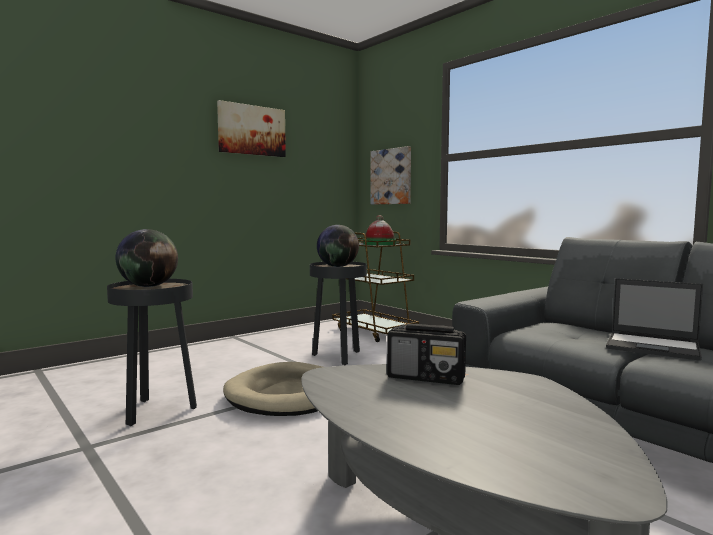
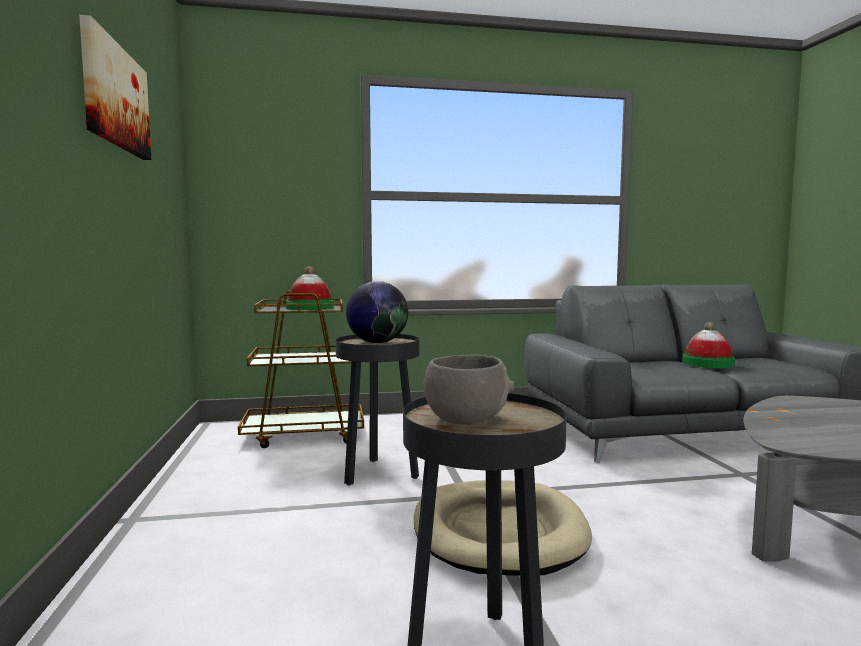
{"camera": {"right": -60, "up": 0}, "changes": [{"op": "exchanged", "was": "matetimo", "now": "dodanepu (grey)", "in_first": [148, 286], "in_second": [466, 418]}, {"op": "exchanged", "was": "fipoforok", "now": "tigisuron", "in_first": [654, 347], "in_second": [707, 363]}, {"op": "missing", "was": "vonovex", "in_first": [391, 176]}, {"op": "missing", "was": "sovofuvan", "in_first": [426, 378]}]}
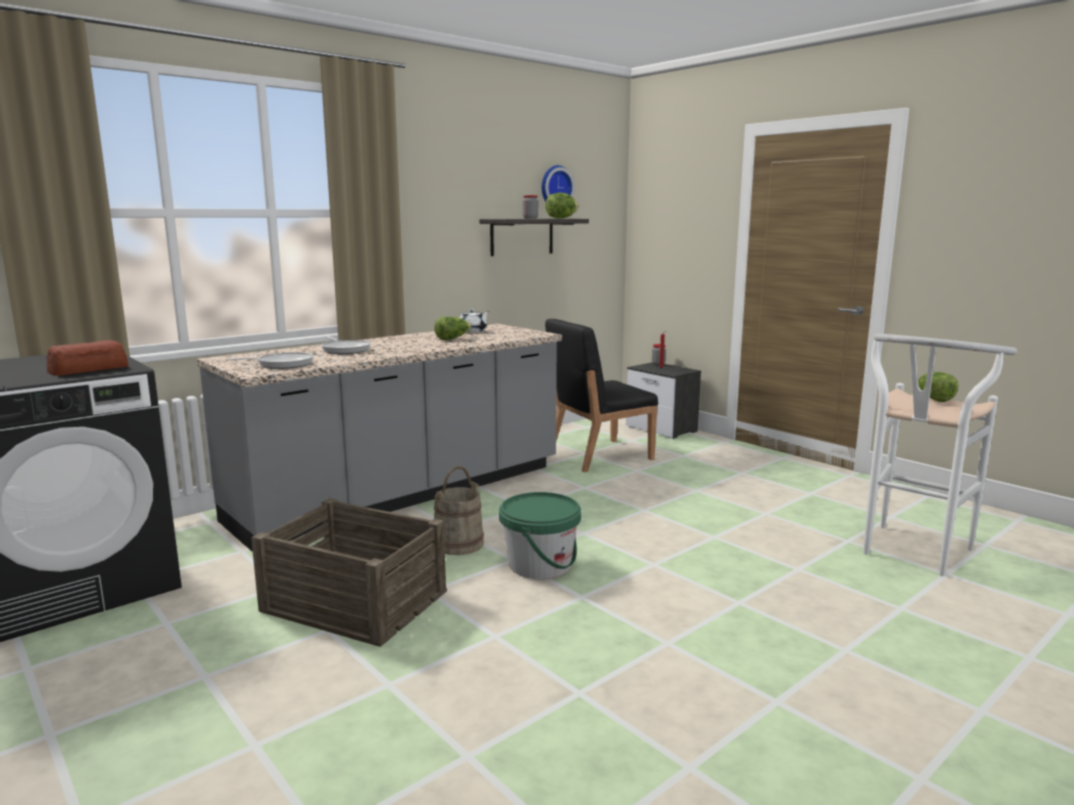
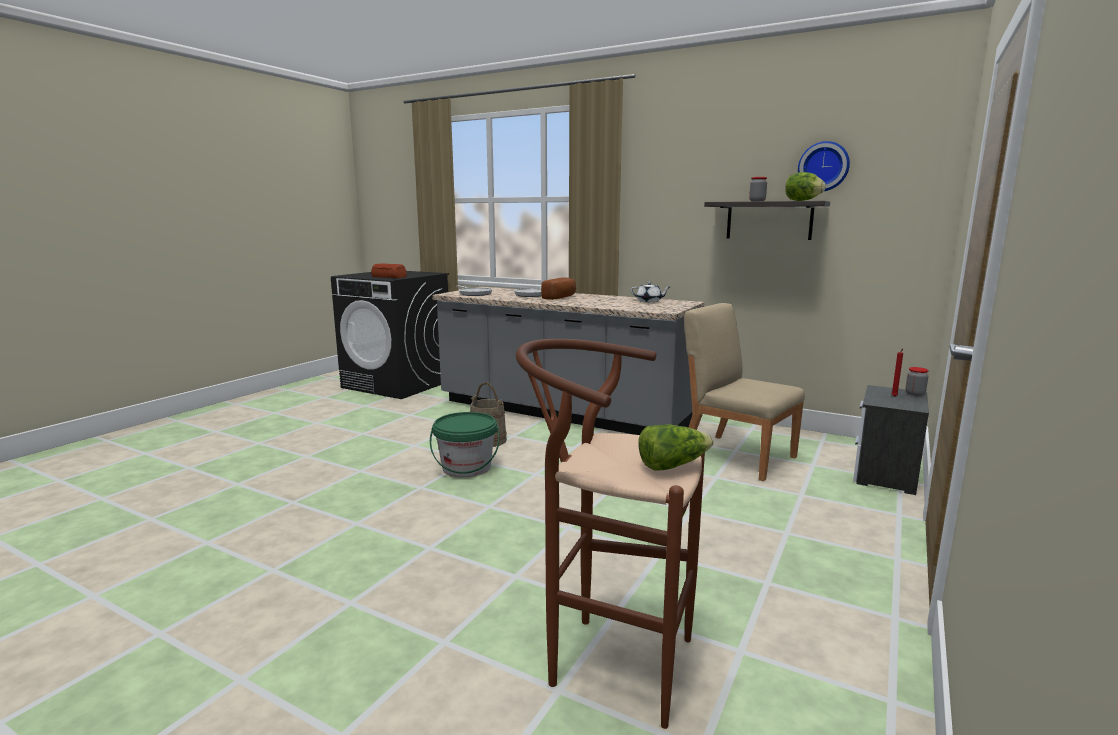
{"camera": {"right": 70, "up": 0}, "changes": [{"op": "colour", "was": "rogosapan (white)", "now": "rogosapan (brown)", "in_first": [910, 554], "in_second": [607, 660]}, {"op": "appeared", "now": "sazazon", "in_second": [561, 297]}, {"op": "colour", "was": "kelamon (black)", "now": "kelamon (beige)", "in_first": [598, 455], "in_second": [736, 456]}, {"op": "missing", "was": "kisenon", "in_first": [354, 602]}, {"op": "missing", "was": "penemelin", "in_first": [453, 338]}]}
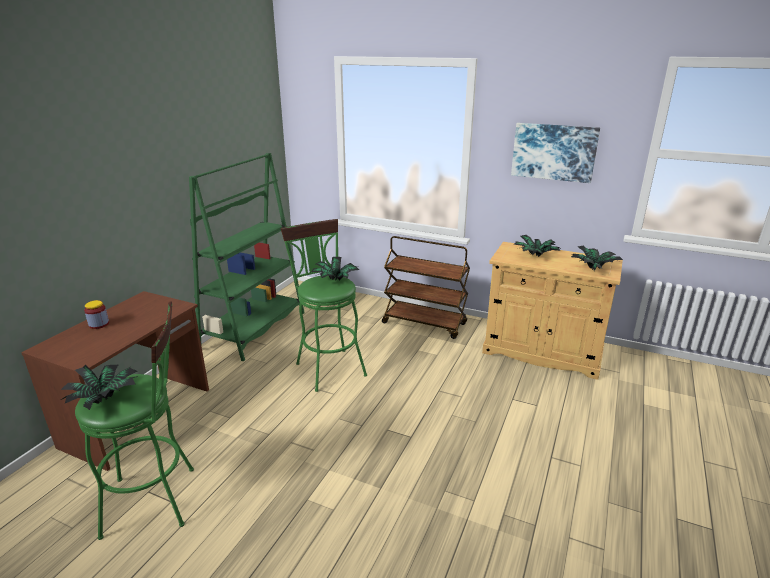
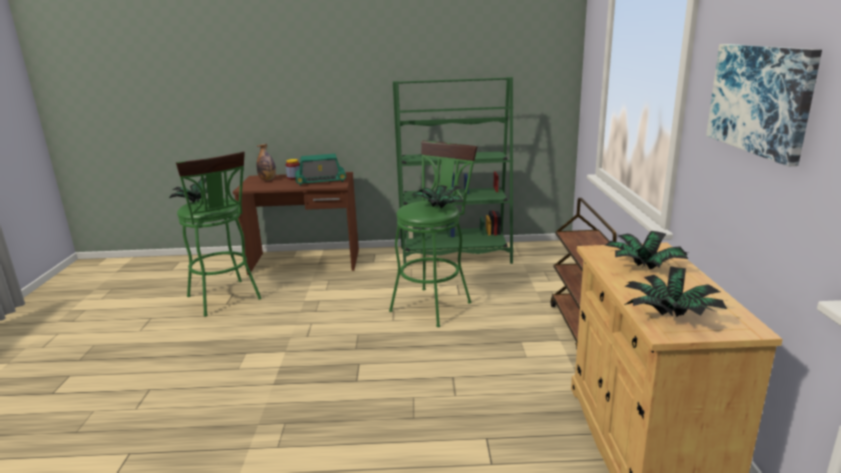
{"camera": {"right": 65, "up": -5}, "changes": [{"op": "appeared", "now": "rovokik", "in_second": [268, 180]}, {"op": "appeared", "now": "sovofuvan", "in_second": [321, 181]}]}
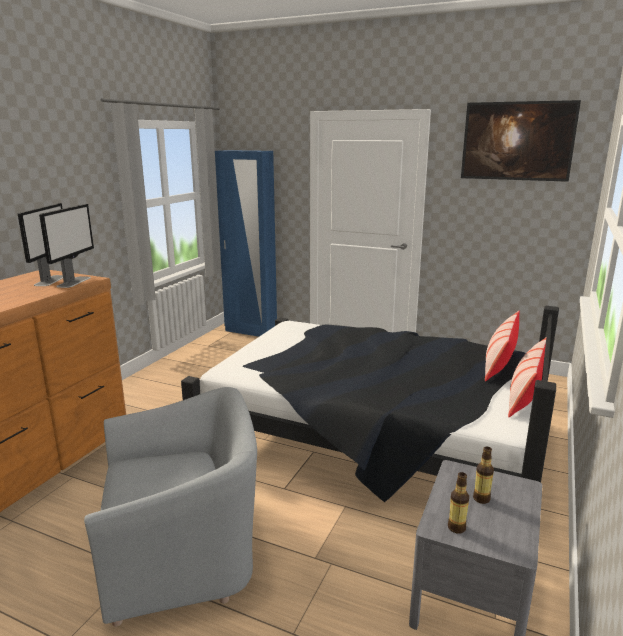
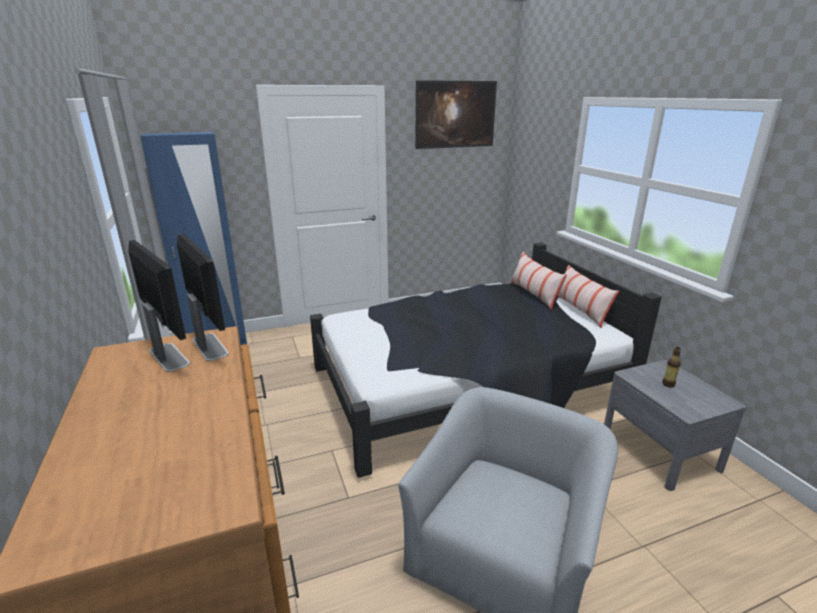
{"camera": {"right": -45, "up": 5}, "changes": [{"op": "missing", "was": "rovokik", "in_first": [456, 527]}]}
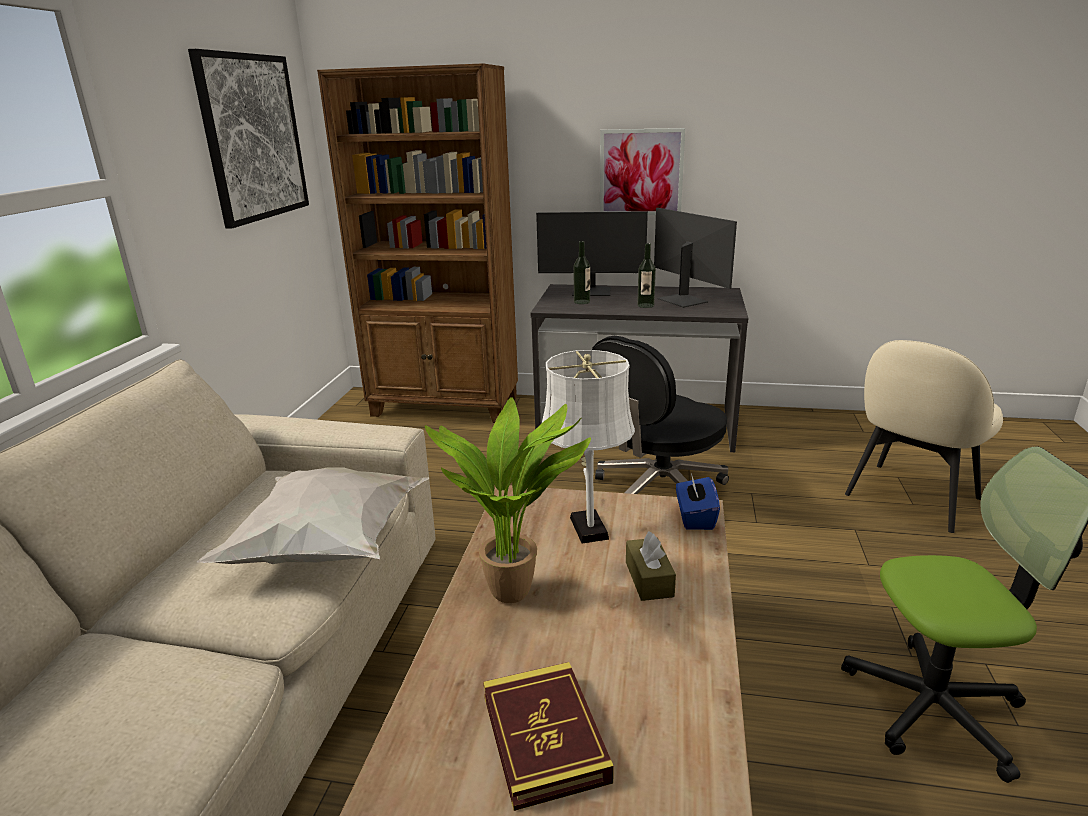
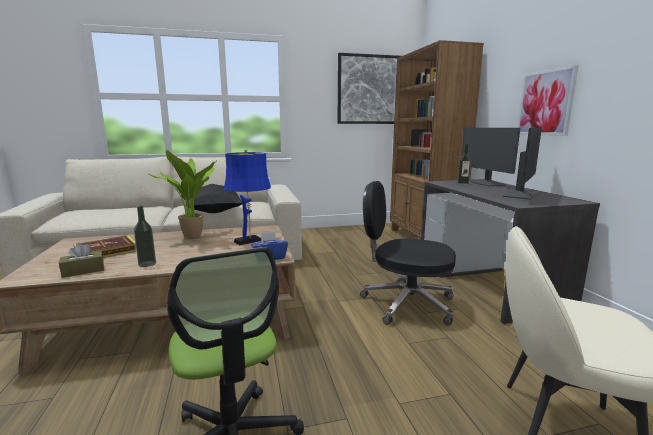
{"camera": {"right": 65, "up": -10}, "changes": [{"op": "relocated", "was": "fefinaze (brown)", "in_first": [649, 579], "in_second": [83, 271]}, {"op": "relocated", "was": "rovokik", "in_first": [645, 305], "in_second": [147, 264]}, {"op": "colour", "was": "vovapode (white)", "now": "vovapode (black)", "in_first": [331, 548], "in_second": [213, 213]}, {"op": "colour", "was": "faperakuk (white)", "now": "faperakuk (blue)", "in_first": [587, 525], "in_second": [250, 241]}]}
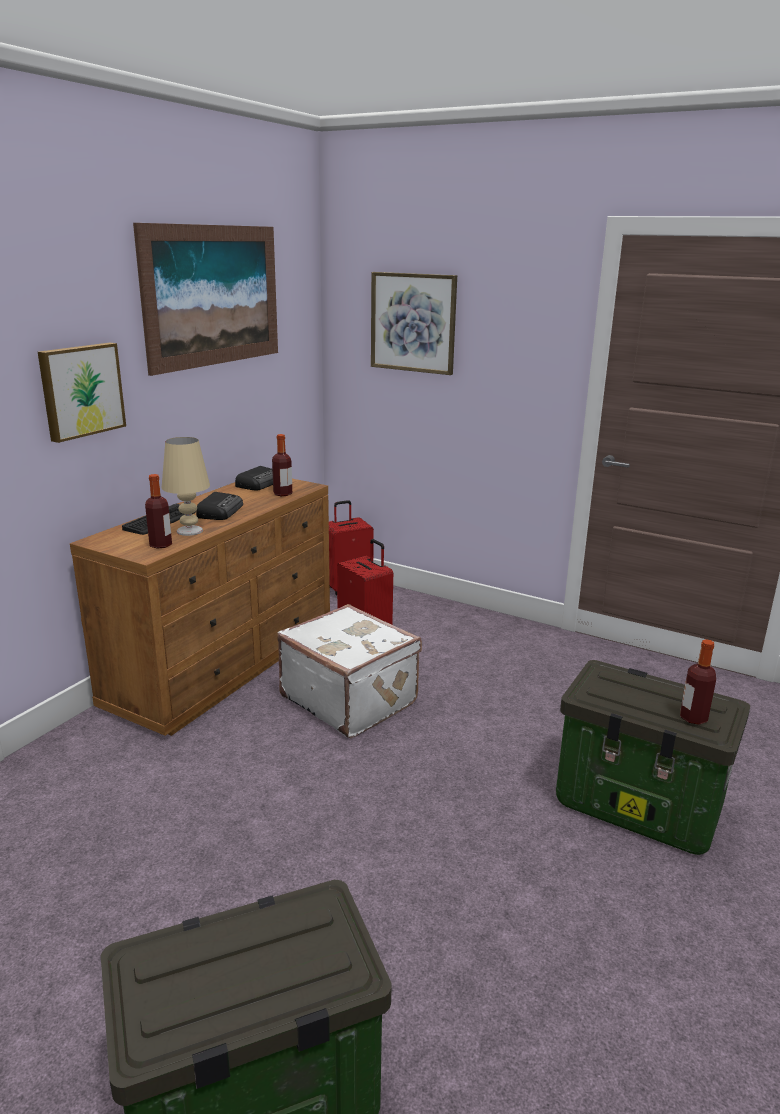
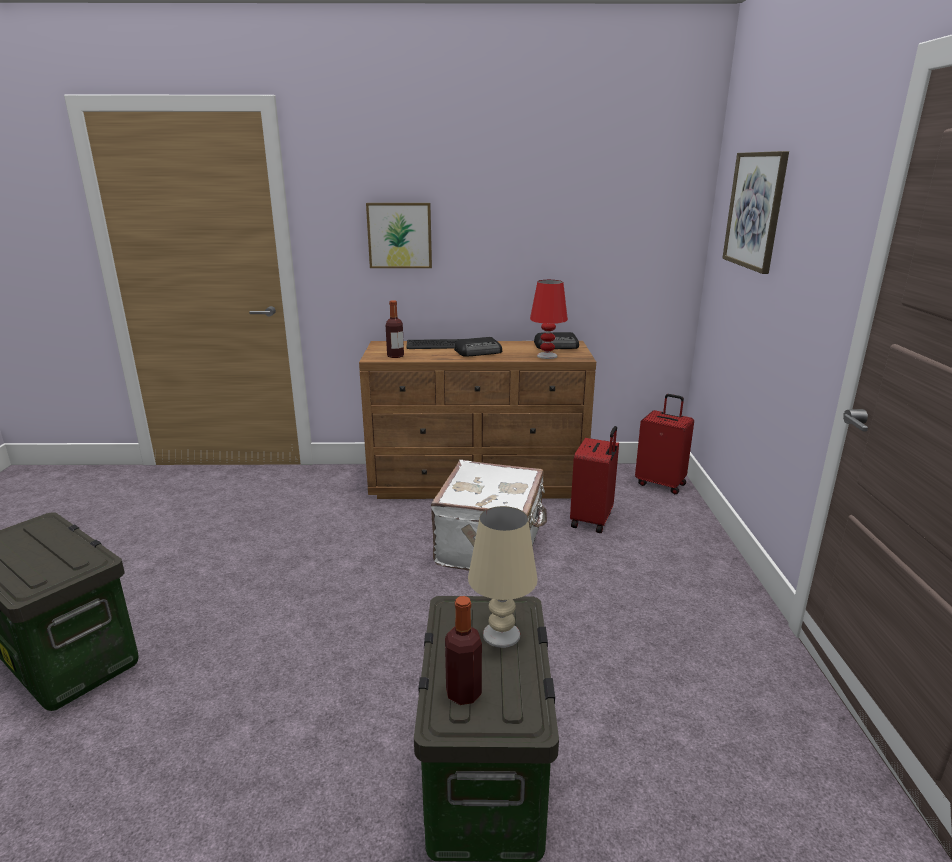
{"camera": {"right": 60, "up": 0}, "changes": [{"op": "relocated", "was": "faperakuk (beige)", "in_first": [190, 530], "in_second": [502, 634]}, {"op": "exchanged", "was": "rovokik", "now": "faperakuk (red)", "in_first": [282, 494], "in_second": [547, 356]}, {"op": "missing", "was": "vonovex", "in_first": [213, 296]}]}
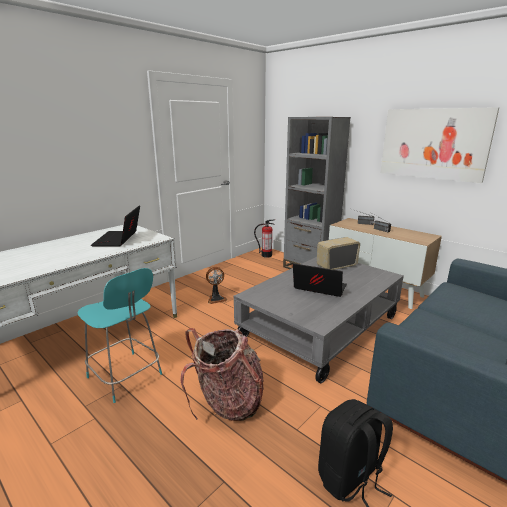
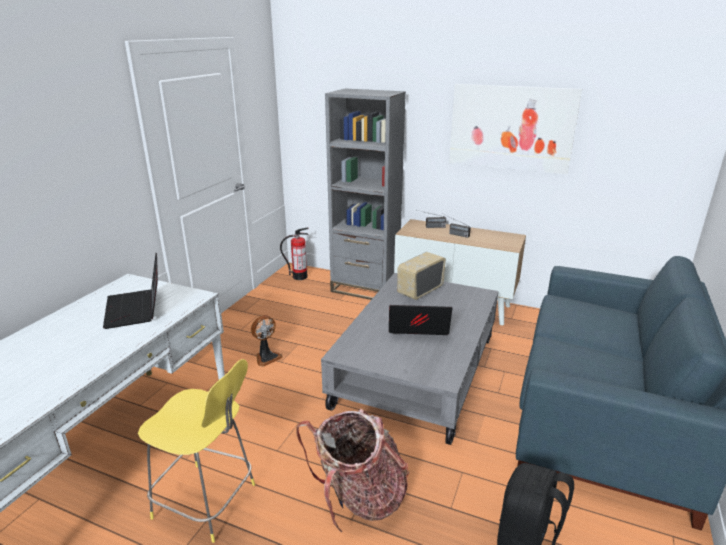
{"camera": {"right": -20, "up": 5}, "changes": [{"op": "colour", "was": "rogosapan (turquoise)", "now": "rogosapan (yellow)", "in_first": [126, 377], "in_second": [208, 502]}]}
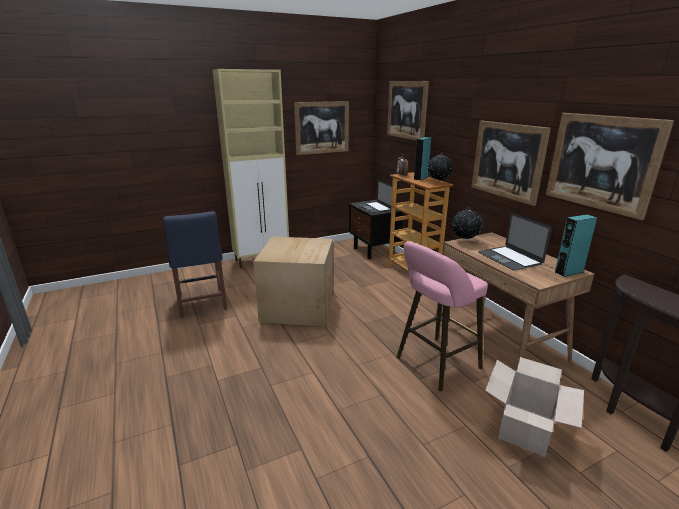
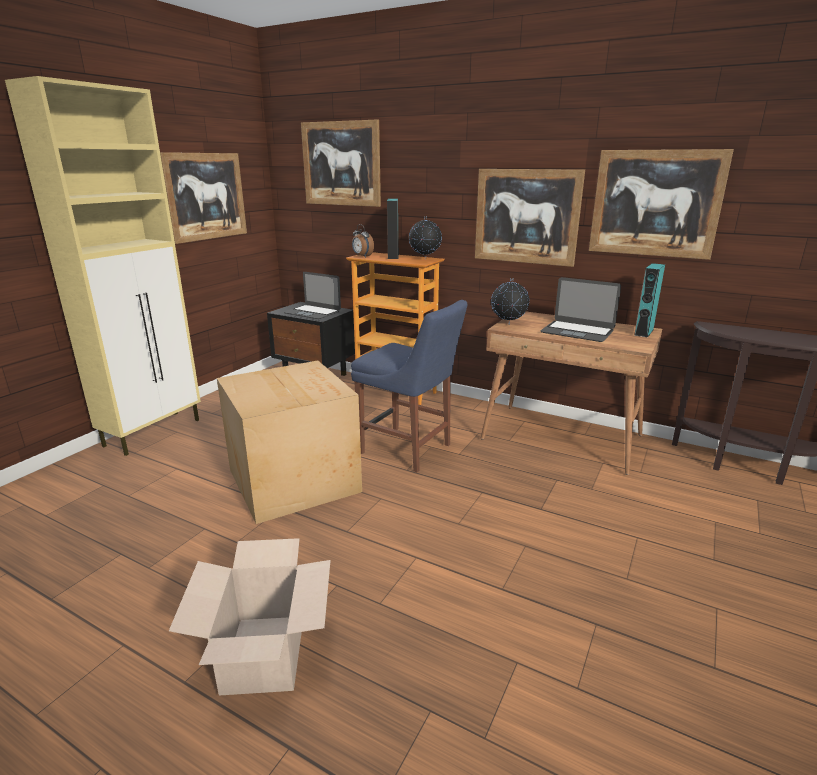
{"camera": {"right": -35, "up": 0}, "changes": [{"op": "relocated", "was": "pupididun", "in_first": [524, 428], "in_second": [263, 653]}, {"op": "relocated", "was": "kelamon (blue)", "in_first": [202, 304], "in_second": [409, 450]}, {"op": "missing", "was": "rogosapan (pink)", "in_first": [434, 364]}]}
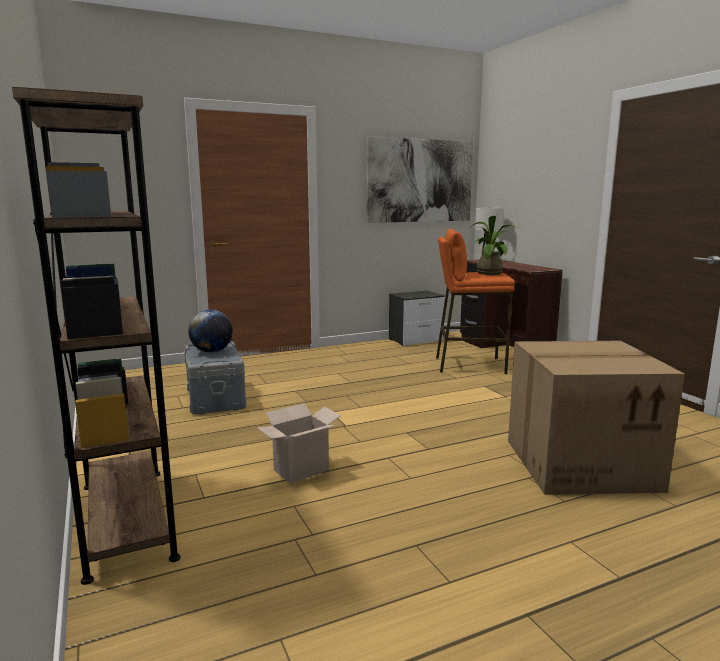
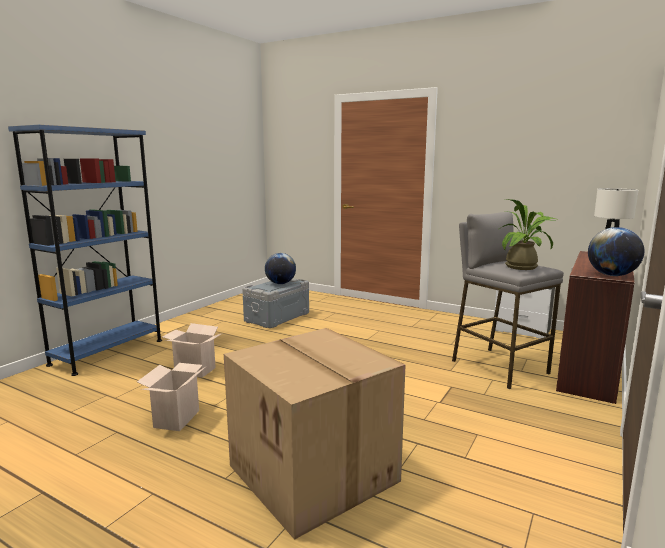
{"camera": {"right": 55, "up": 0}, "changes": [{"op": "colour", "was": "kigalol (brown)", "now": "kigalol (blue)", "in_first": [127, 519], "in_second": [107, 352]}, {"op": "appeared", "now": "pupididun", "in_second": [176, 418]}, {"op": "colour", "was": "rogosapan (orange)", "now": "rogosapan (grey)", "in_first": [469, 365], "in_second": [499, 367]}, {"op": "appeared", "now": "matetimo", "in_second": [612, 275]}, {"op": "missing", "was": "vonovex", "in_first": [420, 181]}]}
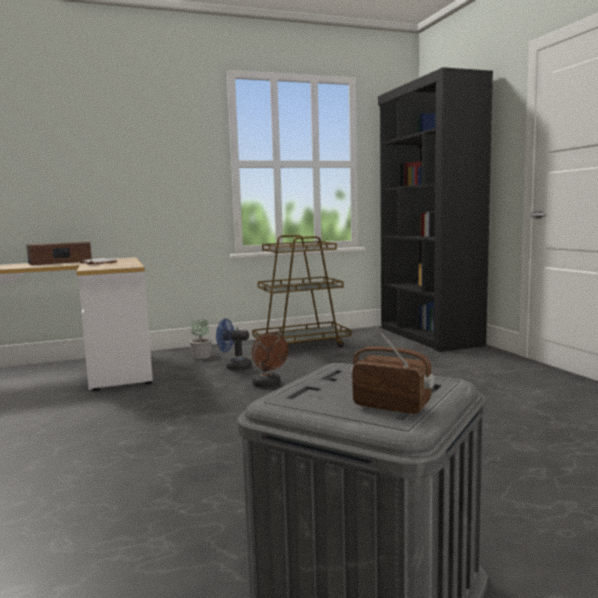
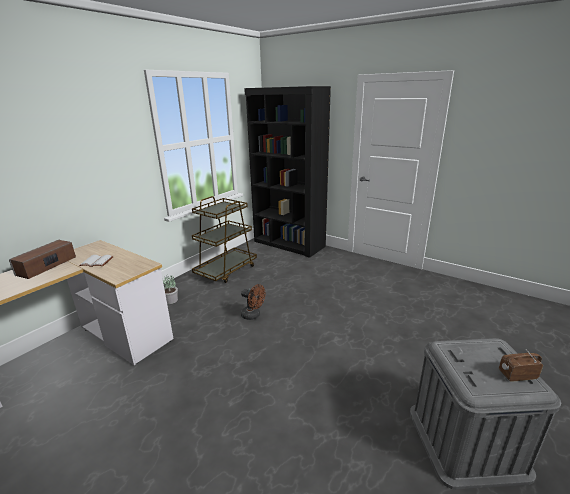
{"camera": {"right": -35, "up": 15}, "changes": [{"op": "missing", "was": "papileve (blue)", "in_first": [234, 367]}]}
